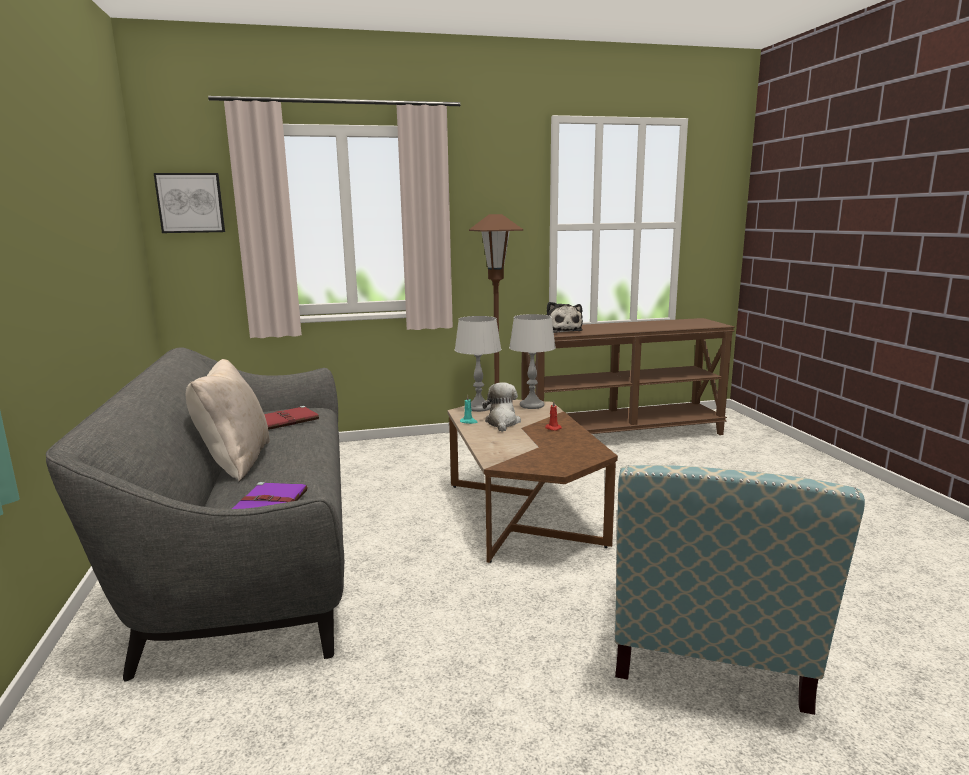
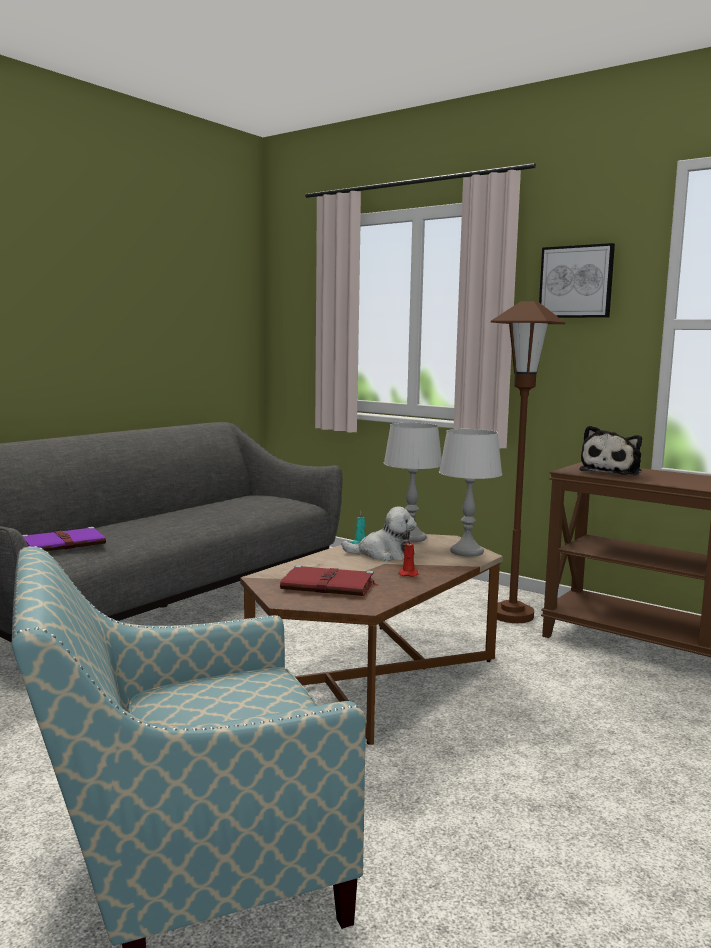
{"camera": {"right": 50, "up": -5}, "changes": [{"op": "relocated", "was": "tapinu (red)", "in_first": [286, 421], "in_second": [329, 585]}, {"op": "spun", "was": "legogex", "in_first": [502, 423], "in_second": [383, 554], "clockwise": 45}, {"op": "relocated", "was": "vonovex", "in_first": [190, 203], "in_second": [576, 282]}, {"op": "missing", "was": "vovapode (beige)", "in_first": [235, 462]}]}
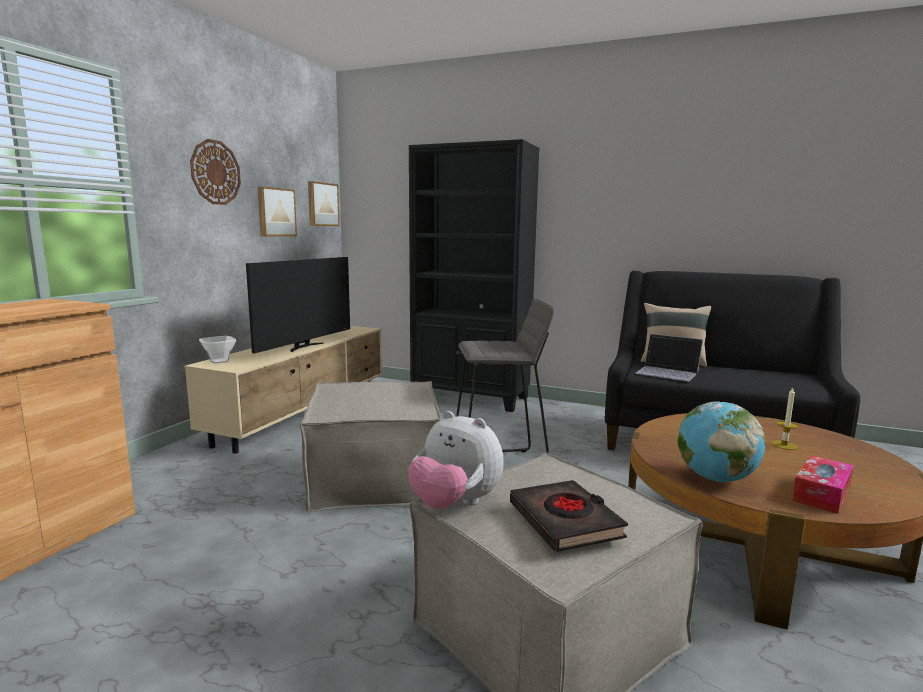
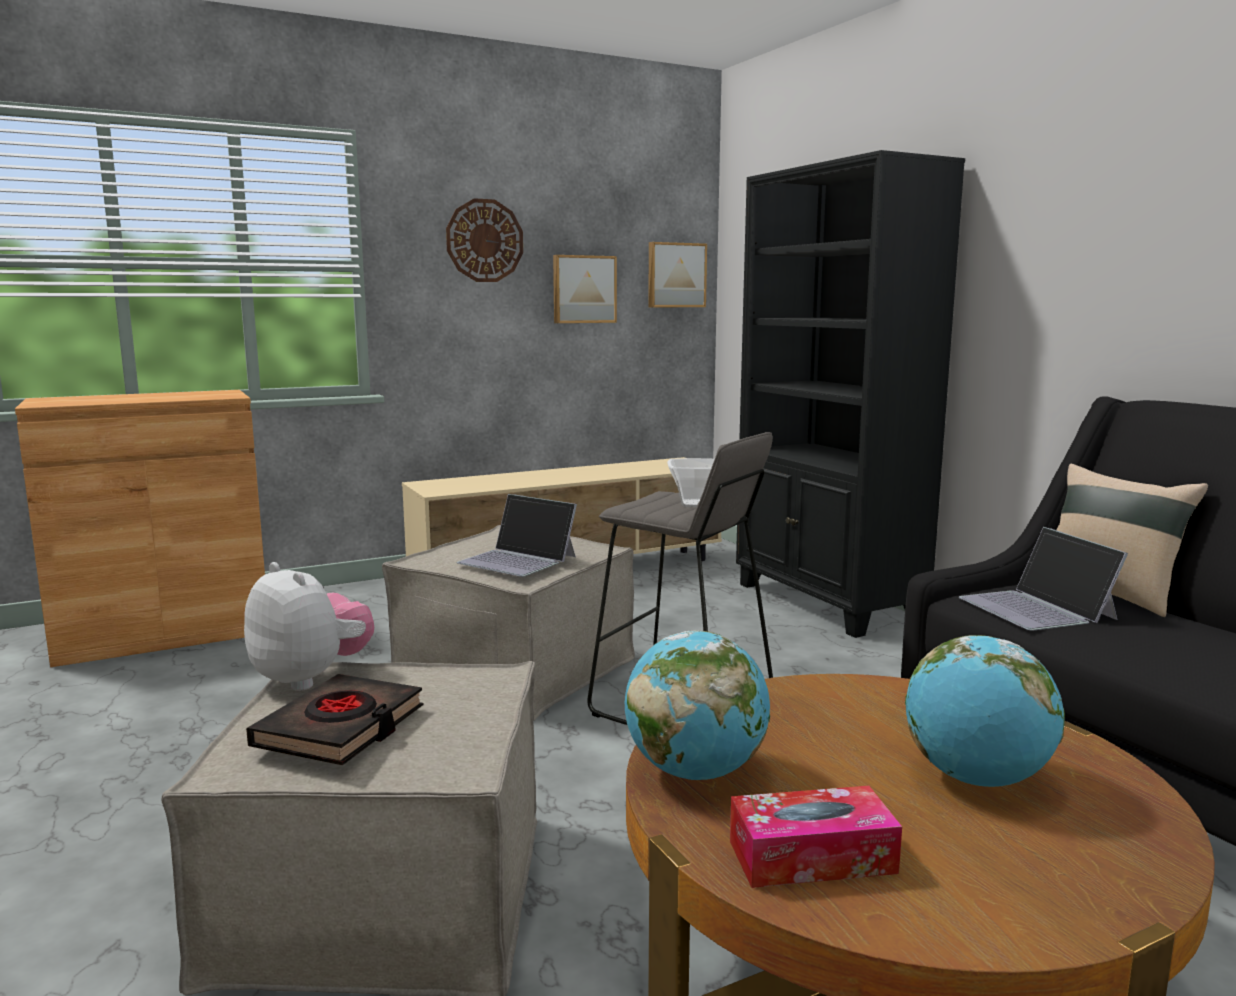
{"camera": {"right": 40, "up": 0}, "changes": [{"op": "spun", "was": "legogex", "in_first": [455, 504], "in_second": [311, 678], "clockwise": 150}, {"op": "appeared", "now": "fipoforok", "in_second": [518, 559]}, {"op": "relocated", "was": "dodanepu", "in_first": [220, 361], "in_second": [696, 504]}, {"op": "exchanged", "was": "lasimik", "now": "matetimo", "in_first": [784, 445], "in_second": [976, 779]}, {"op": "missing", "was": "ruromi", "in_first": [304, 347]}]}
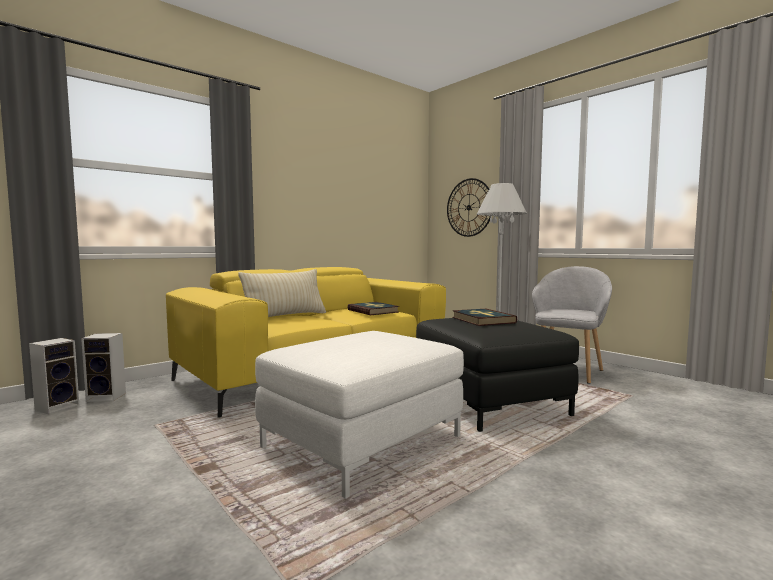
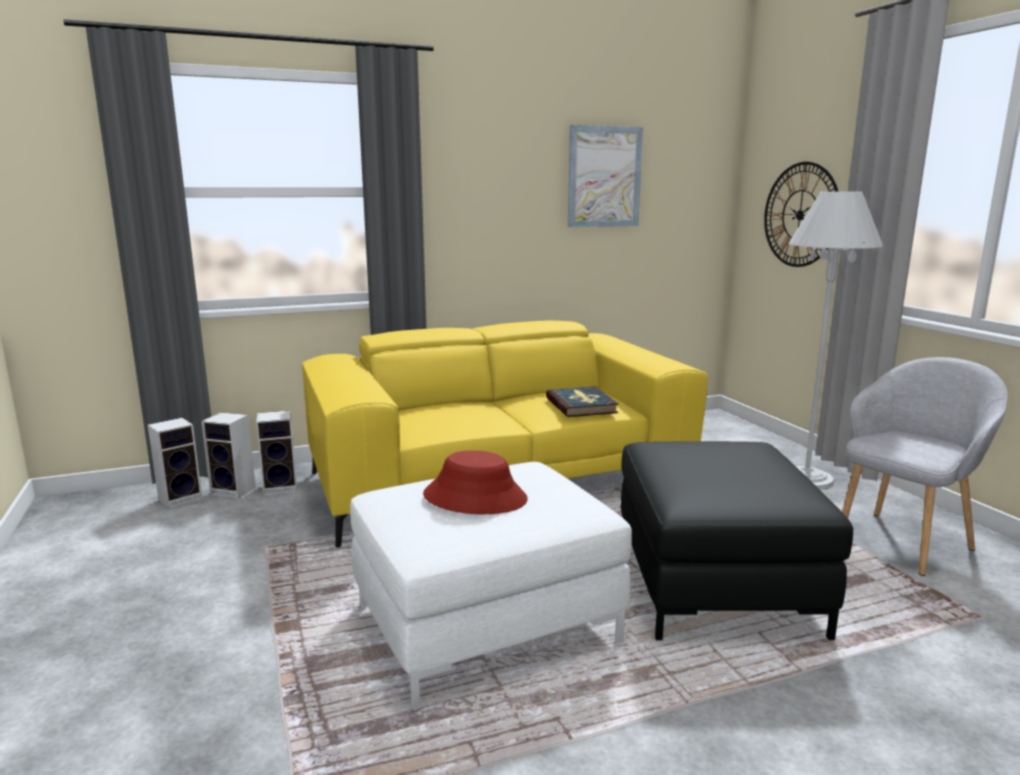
{"camera": {"right": 20, "up": 10}, "changes": [{"op": "appeared", "now": "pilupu", "in_second": [282, 488]}, {"op": "appeared", "now": "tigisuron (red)", "in_second": [475, 497]}, {"op": "appeared", "now": "vonovex", "in_second": [604, 177]}, {"op": "missing", "was": "vovapode (beige)", "in_first": [285, 317]}, {"op": "missing", "was": "tapinu", "in_first": [482, 320]}]}
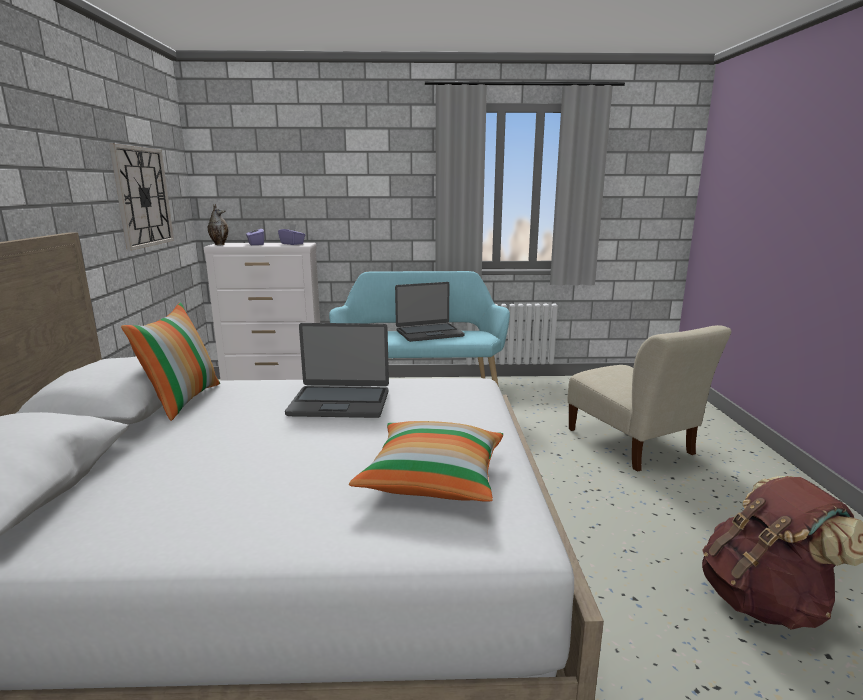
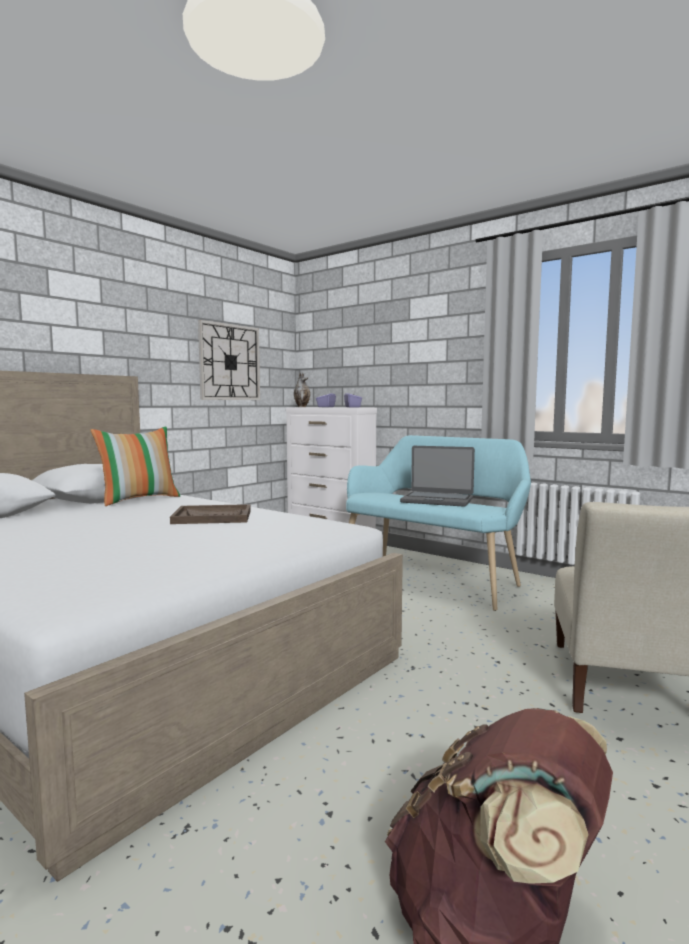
{"camera": {"right": 40, "up": -10}, "changes": [{"op": "exchanged", "was": "fipoforok", "now": "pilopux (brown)", "in_first": [340, 402], "in_second": [212, 517]}, {"op": "missing", "was": "vovapode", "in_first": [432, 479]}]}
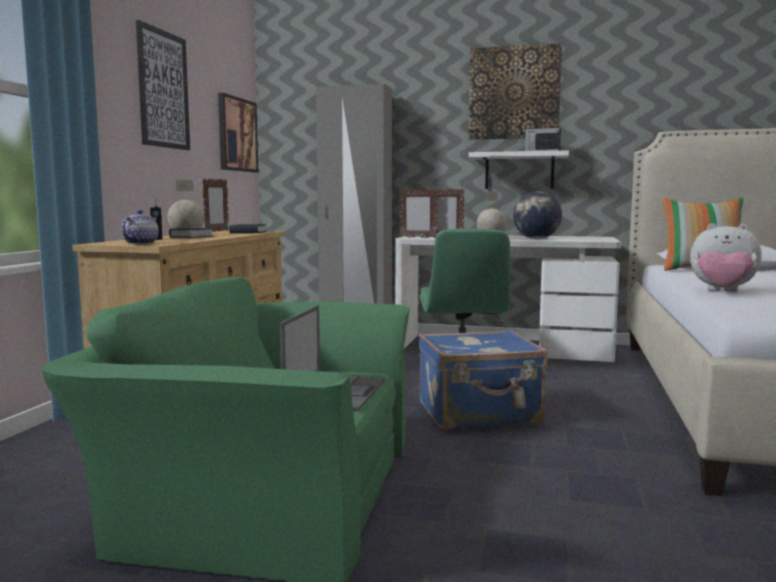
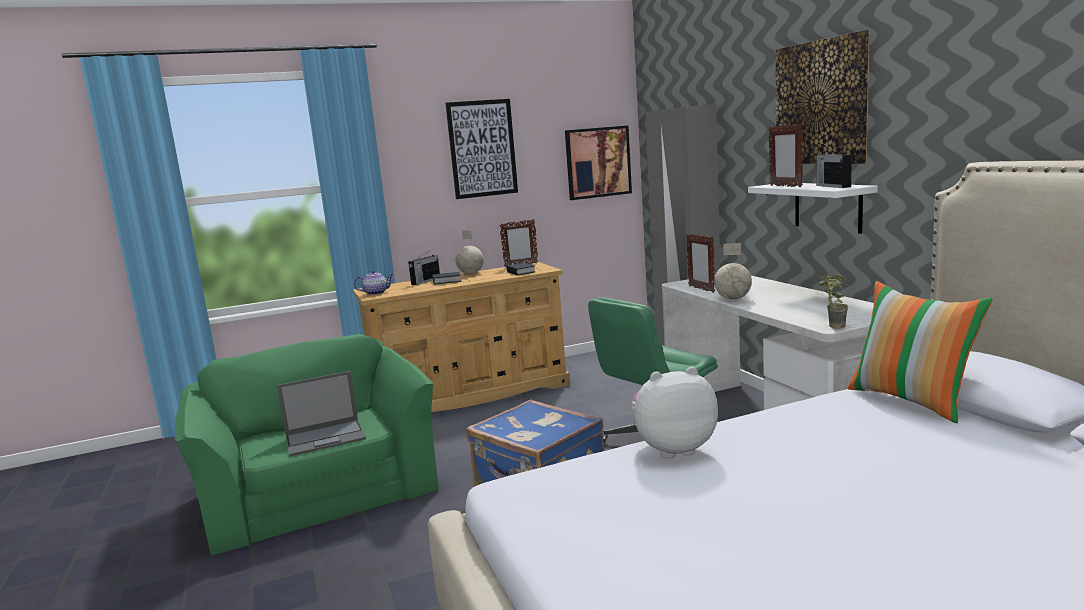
{"camera": {"right": 55, "up": 5}, "changes": [{"op": "spun", "was": "legogex", "in_first": [722, 292], "in_second": [673, 448], "clockwise": 90}, {"op": "relocated", "was": "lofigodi", "in_first": [417, 237], "in_second": [785, 186]}, {"op": "appeared", "now": "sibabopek", "in_second": [832, 326]}, {"op": "missing", "was": "matetimo", "in_first": [536, 239]}]}
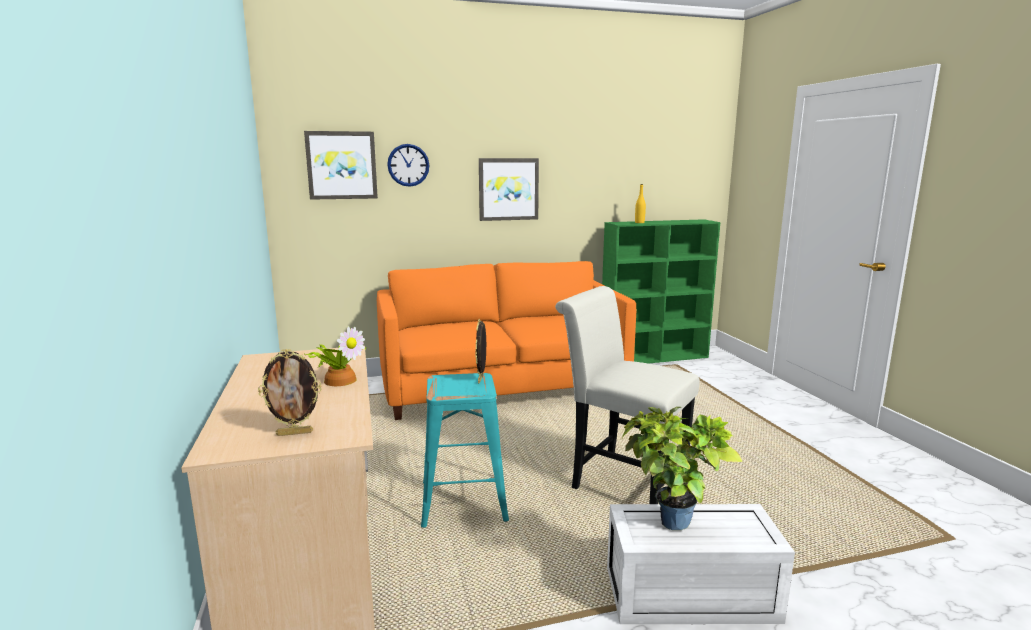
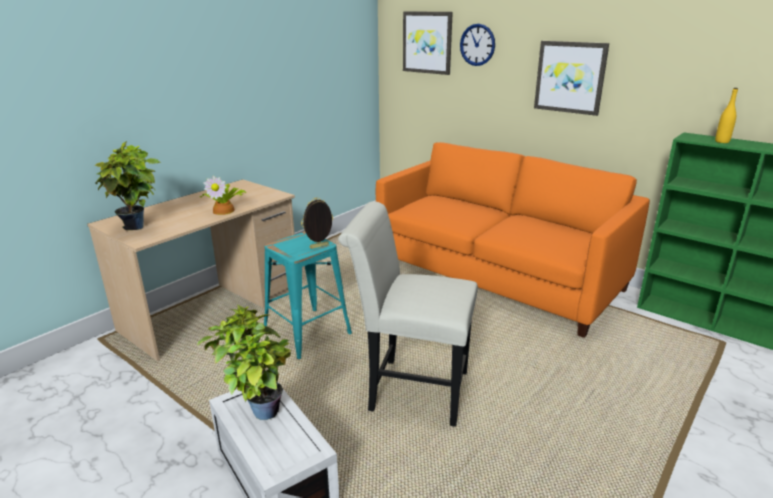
{"camera": {"right": 55, "up": 10}, "changes": [{"op": "exchanged", "was": "lofigodi", "now": "sibabopek", "in_first": [295, 433], "in_second": [138, 228]}, {"op": "spun", "was": "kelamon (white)", "in_first": [621, 480], "in_second": [410, 389], "clockwise": -75}]}
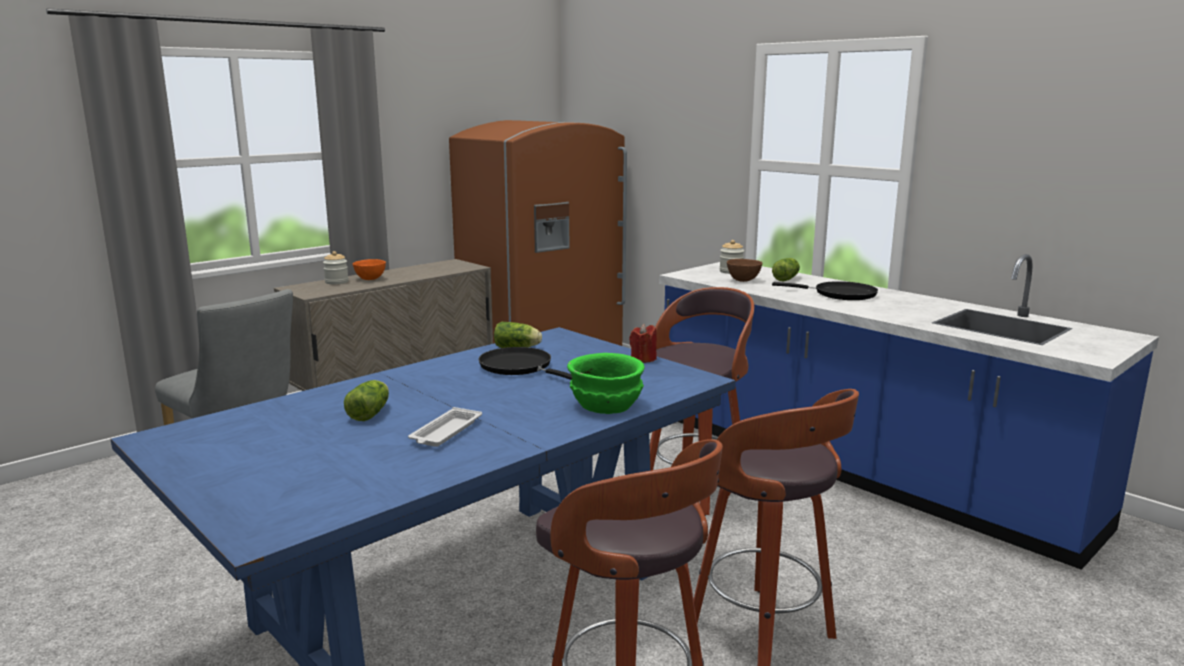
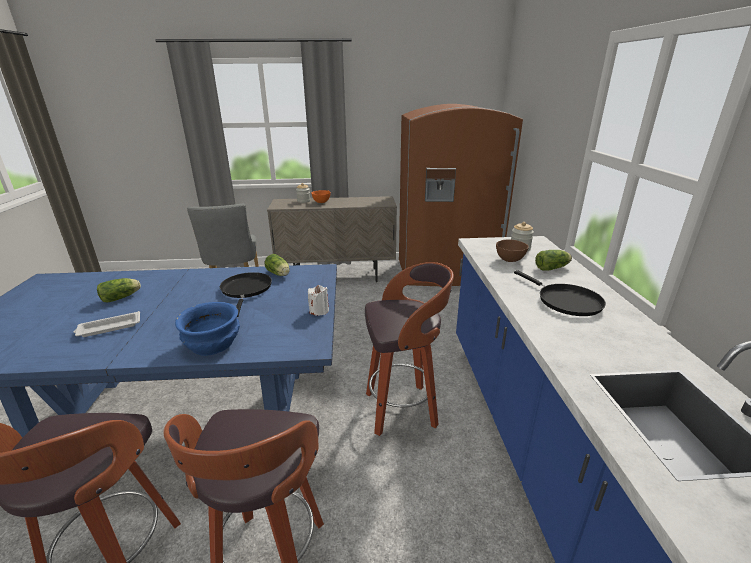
{"camera": {"right": 40, "up": 10}, "changes": [{"op": "colour", "was": "dodanepu (green)", "now": "dodanepu (blue)", "in_first": [607, 404], "in_second": [214, 344]}, {"op": "colour", "was": "lasimik (red)", "now": "lasimik (white)", "in_first": [643, 359], "in_second": [319, 311]}]}
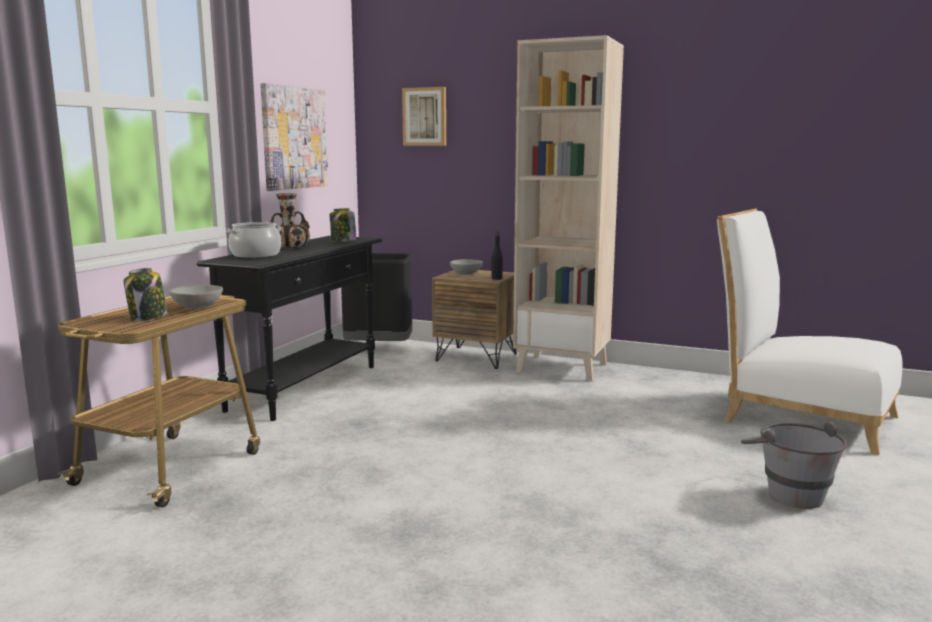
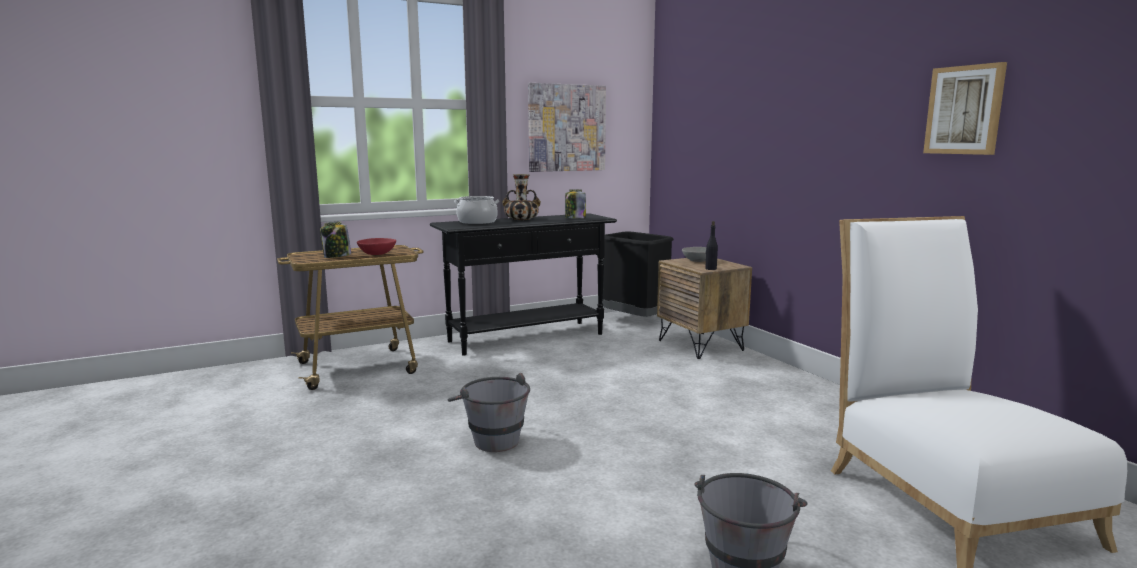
{"camera": {"right": 40, "up": 0}, "changes": [{"op": "colour", "was": "dodanepu (grey)", "now": "dodanepu (red)", "in_first": [197, 307], "in_second": [377, 254]}, {"op": "appeared", "now": "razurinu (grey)", "in_second": [491, 438]}, {"op": "relocated", "was": "vonovex", "in_first": [425, 116], "in_second": [964, 110]}, {"op": "missing", "was": "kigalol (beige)", "in_first": [563, 367]}]}
